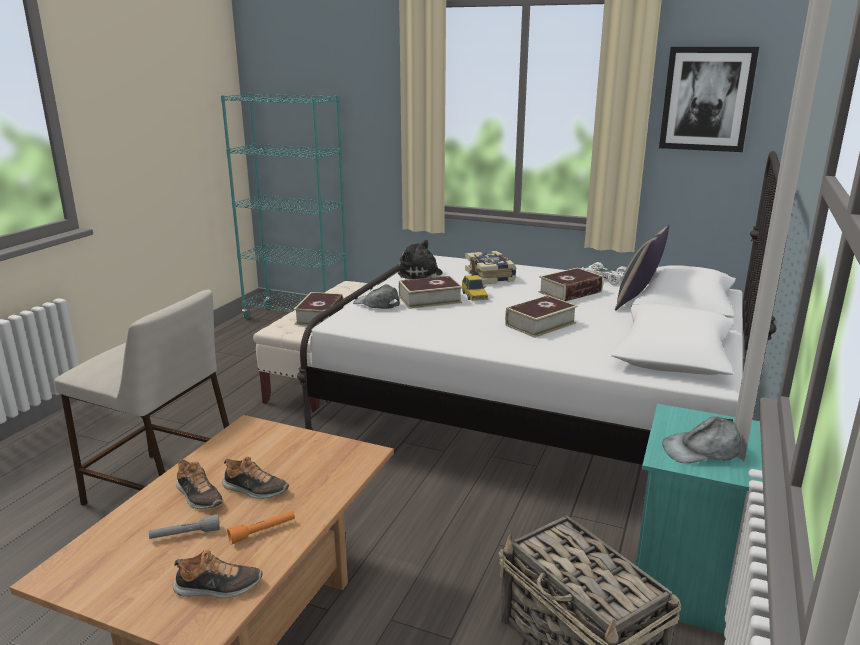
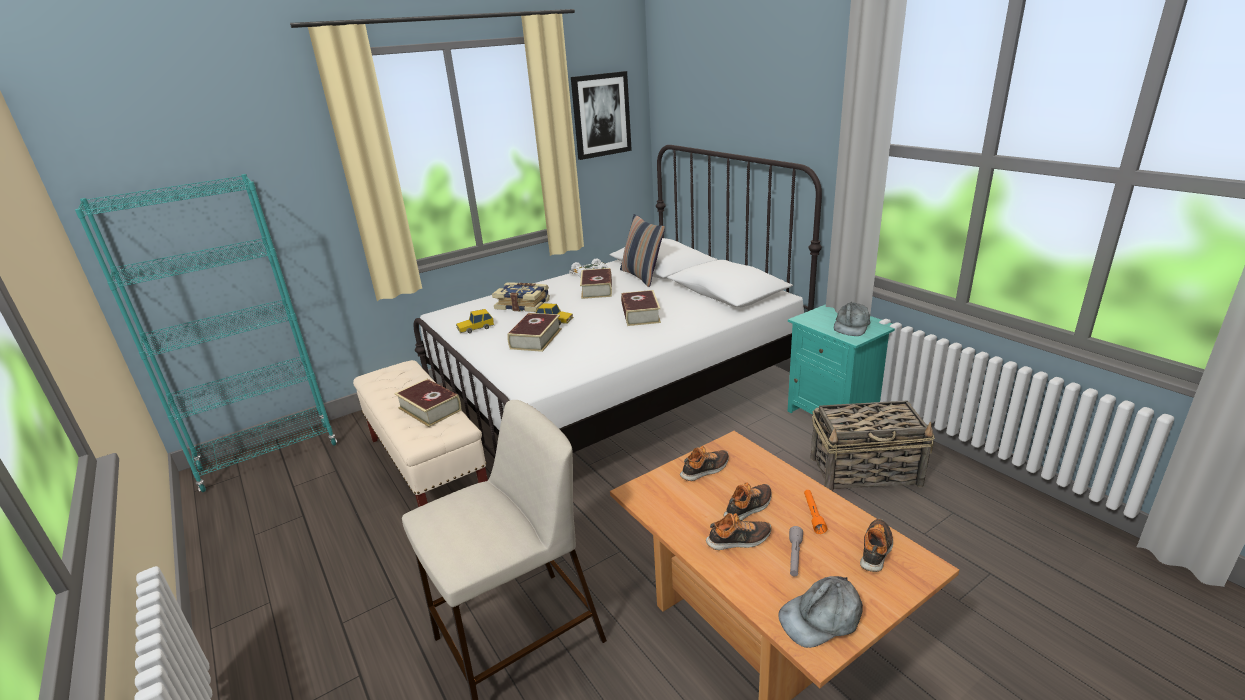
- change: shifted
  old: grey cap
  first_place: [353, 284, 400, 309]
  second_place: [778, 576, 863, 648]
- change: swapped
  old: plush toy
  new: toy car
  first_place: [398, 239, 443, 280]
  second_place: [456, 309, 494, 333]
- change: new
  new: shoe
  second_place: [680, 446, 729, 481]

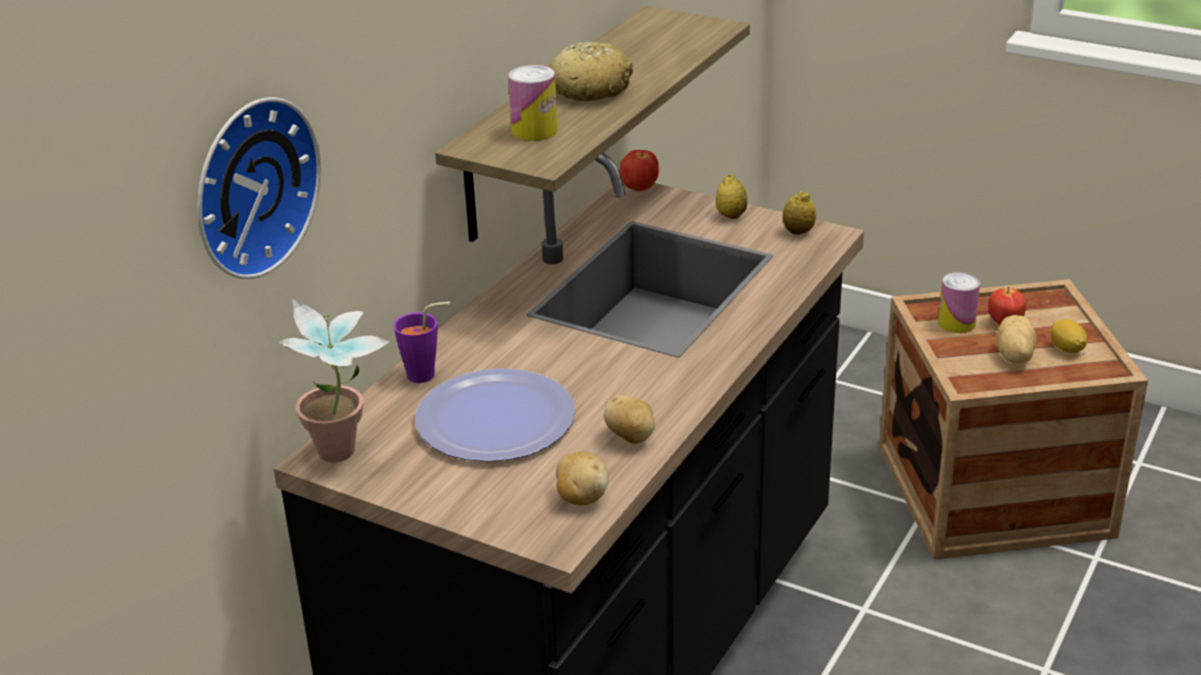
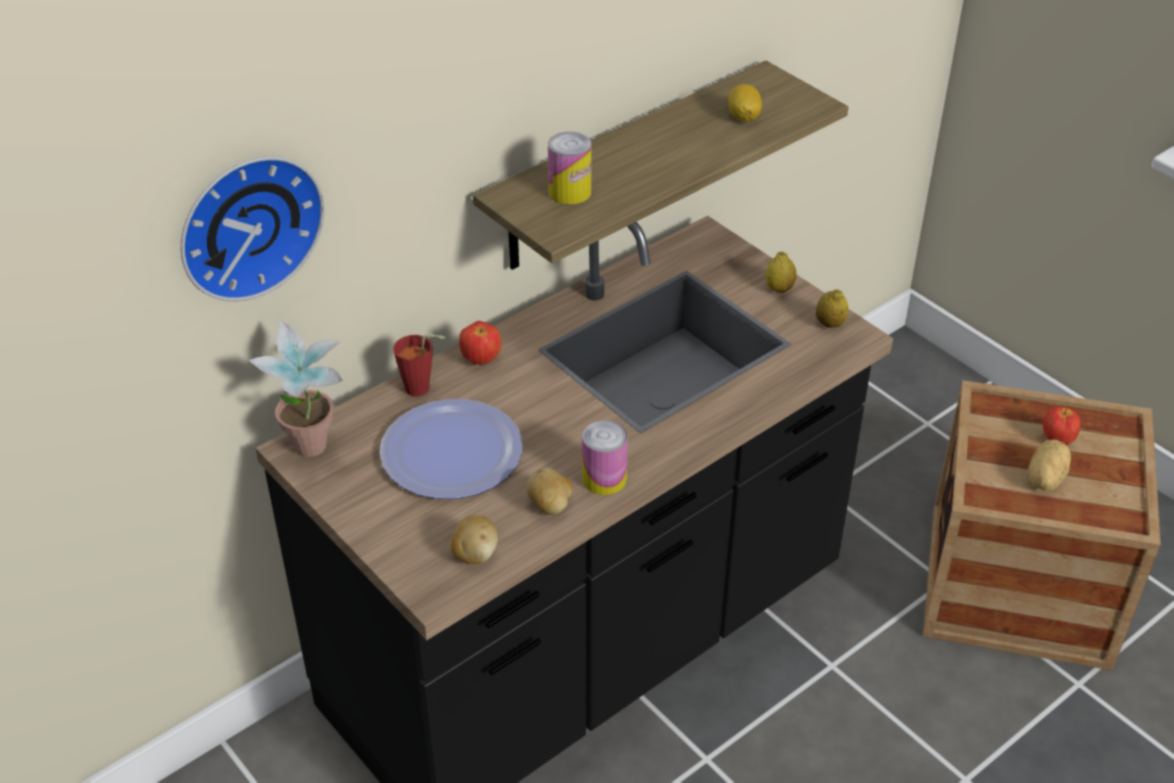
- change: repainted
  old: purple cup
  new: red cup
  first_place: [393, 302, 451, 383]
  second_place: [393, 334, 445, 397]
- change: gone
  old: bread
  first_place: [549, 42, 633, 101]
- change: shifted
  old: apple
  first_place: [620, 150, 660, 192]
  second_place: [459, 321, 502, 365]
- change: shifted
  old: can
  first_place: [938, 272, 980, 333]
  second_place: [582, 420, 628, 495]
- change: shifted
  old: lemon
  first_place: [1051, 319, 1088, 353]
  second_place: [728, 84, 762, 122]

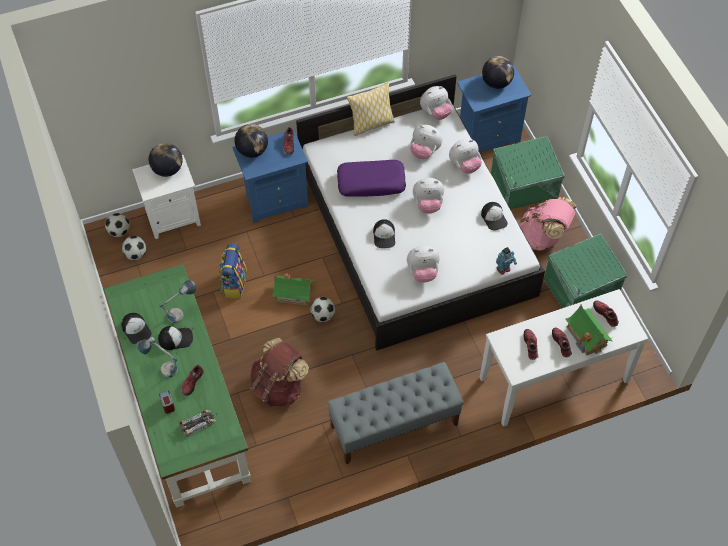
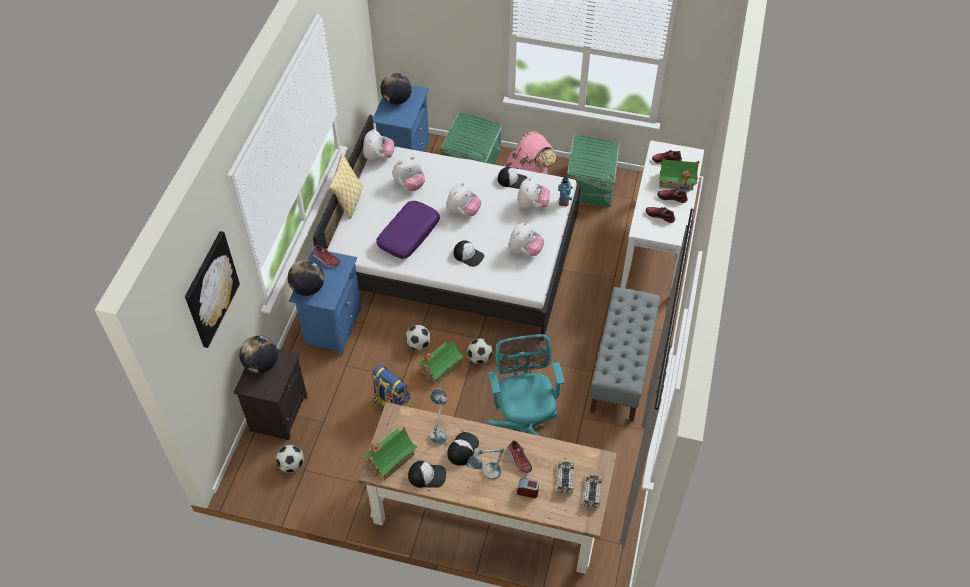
- change: repainted
  old: green desk
  new: brown desk
  first_place: [104, 264, 251, 508]
  second_place: [358, 402, 617, 574]
- change: shifted
  old: football
  first_place: [105, 213, 130, 237]
  second_place: [406, 325, 431, 350]
- change: repainted
  old: white nightstand
  new: black nightstand
  first_place: [132, 155, 201, 239]
  second_place: [233, 349, 308, 440]
- change: swapped
  old: brown backpack
  new: turquoise office chair
  first_place: [249, 338, 309, 407]
  second_place: [487, 334, 564, 436]
- change: shifted
  old: plush toy
  first_place: [449, 139, 482, 174]
  second_place: [517, 177, 550, 210]
- change: new
  new: picture
  second_place: [185, 231, 240, 348]
- change: new
  new: toy house
  second_place: [362, 427, 417, 480]
- change: new
  new: toy car
  second_place: [583, 474, 602, 508]

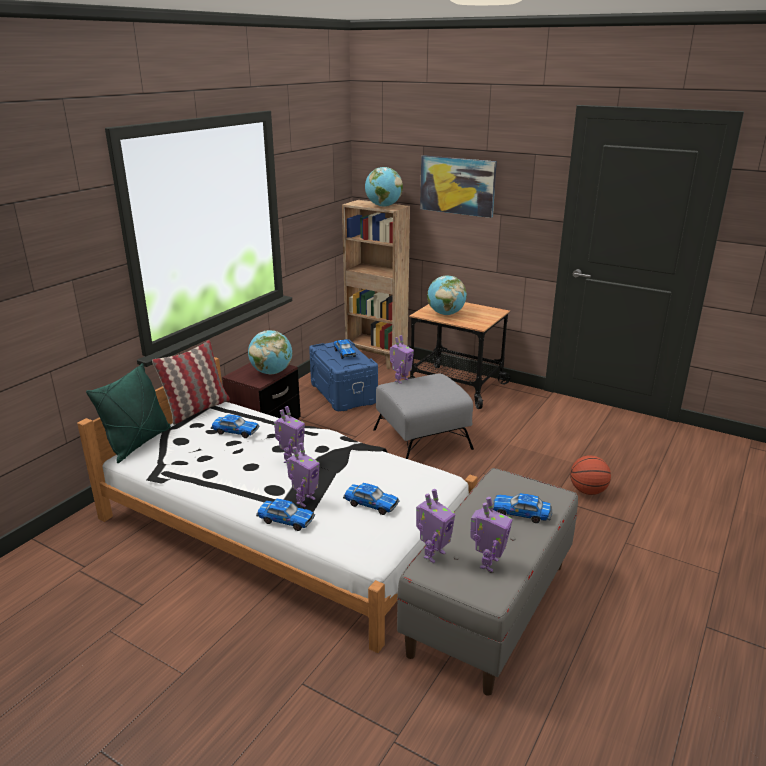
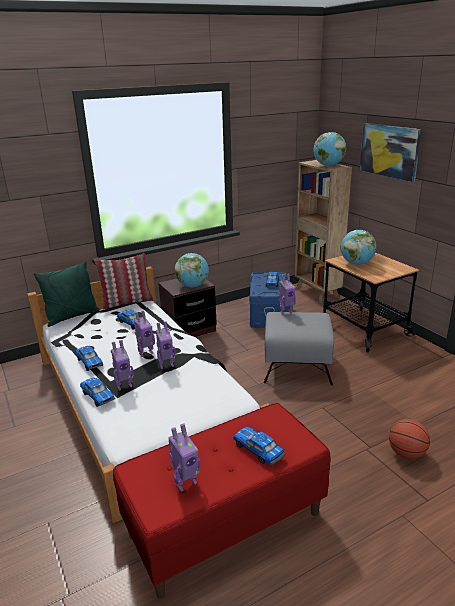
- change: shifted
  old: toy car
  first_place: [343, 483, 400, 515]
  second_place: [75, 346, 103, 371]
- change: repainted
  old: grey bench
  new: red bench
  first_place: [397, 468, 578, 696]
  second_place: [113, 403, 330, 599]
- change: shifted
  old: toy robot
  first_place: [416, 489, 455, 563]
  second_place: [156, 321, 176, 369]

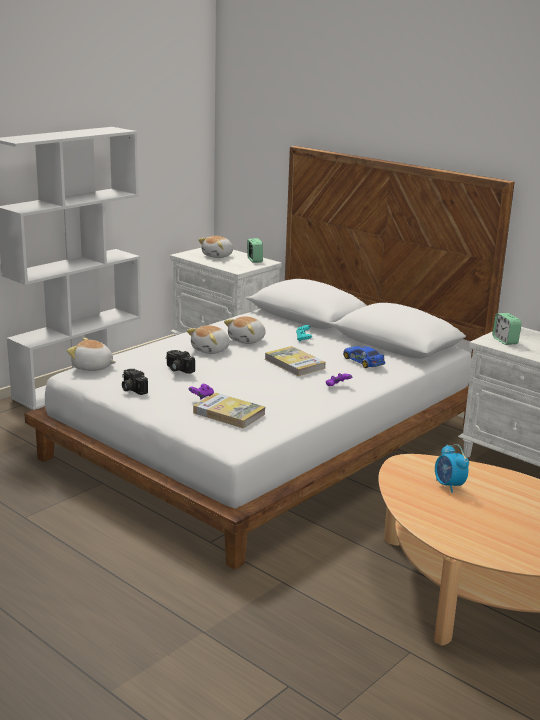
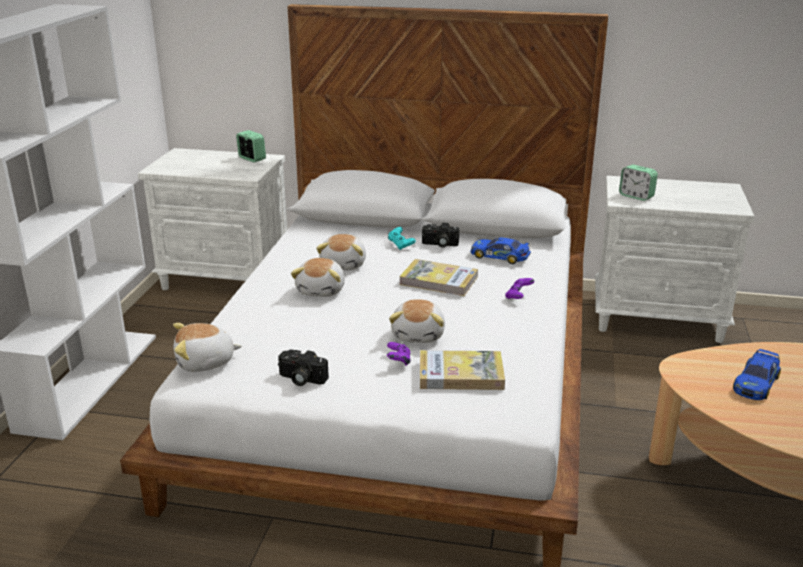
- change: shifted
  old: photo camera
  first_place: [166, 350, 195, 374]
  second_place: [422, 223, 459, 248]
- change: shifted
  old: plush toy
  first_place: [198, 236, 233, 258]
  second_place: [389, 299, 445, 343]
- change: swapped
  old: alarm clock
  new: toy car
  first_place: [435, 444, 469, 493]
  second_place: [733, 349, 781, 400]

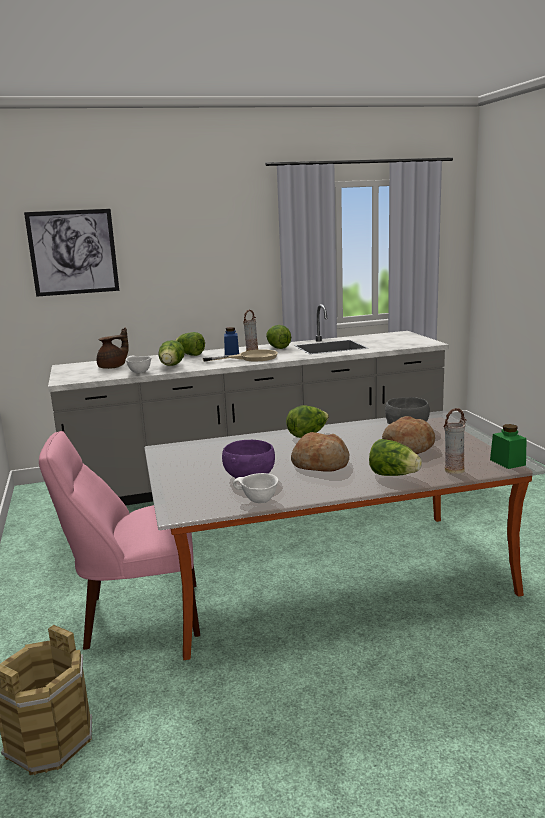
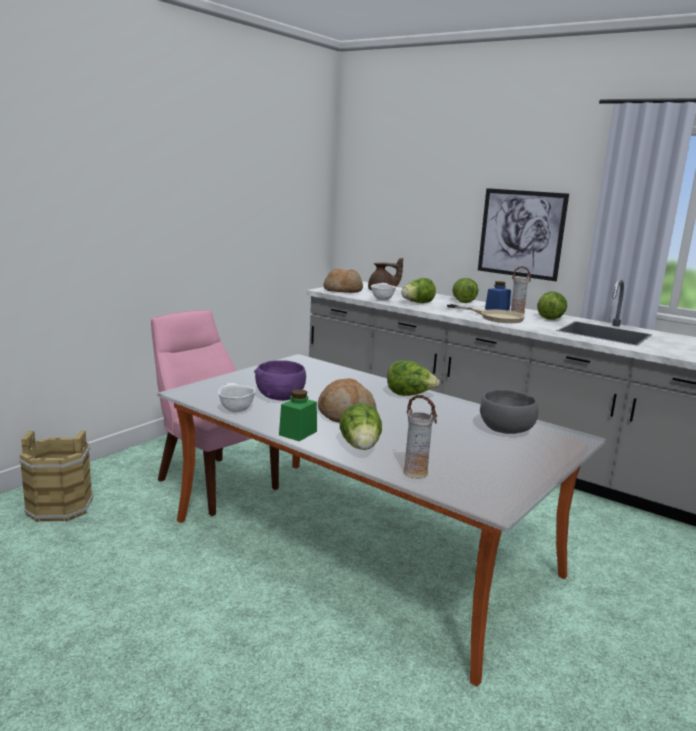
- change: shifted
  old: picture
  first_place: [24, 209, 119, 297]
  second_place: [478, 188, 569, 281]
- change: shifted
  old: bread
  first_place: [382, 416, 435, 454]
  second_place: [323, 268, 363, 293]
- change: shifted
  old: green jar
  first_place: [490, 424, 527, 469]
  second_place: [279, 389, 317, 441]

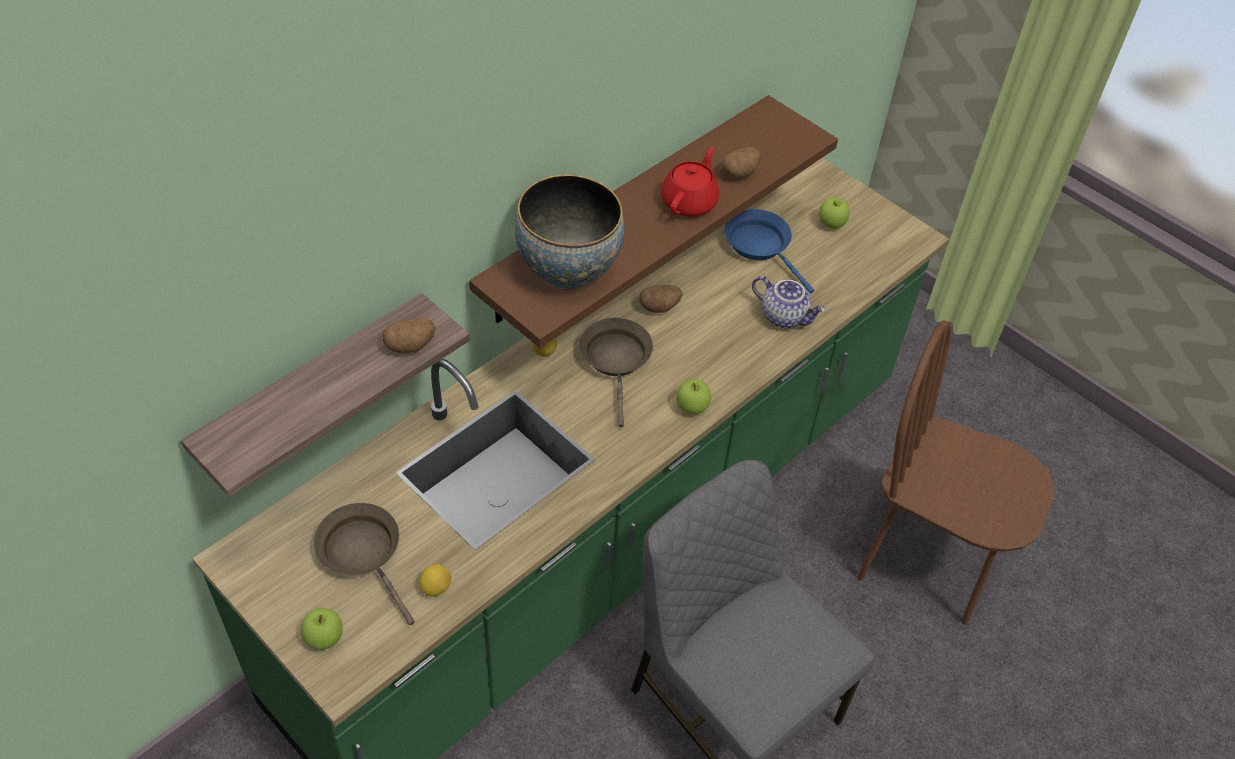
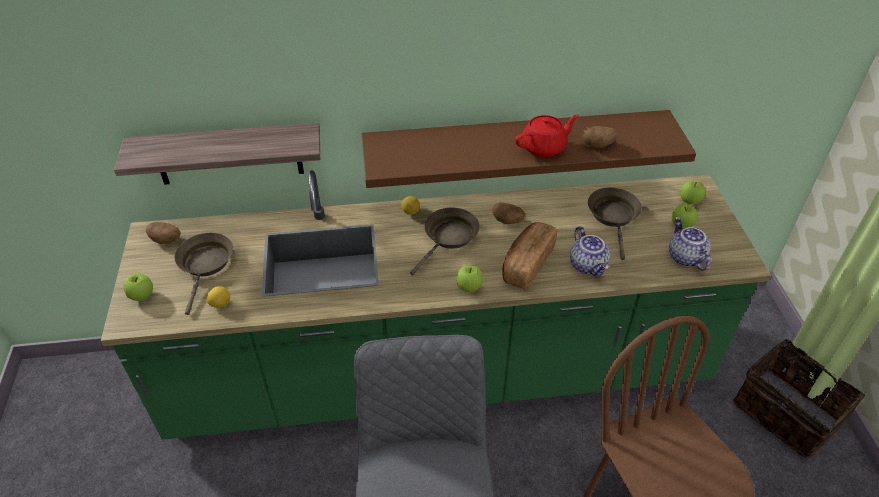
- change: shifted
  old: potato
  first_place: [383, 318, 436, 354]
  second_place: [146, 222, 180, 244]
- change: gone
  old: bowl
  first_place: [515, 175, 625, 290]
- change: repainted
  old: blue frying pan
  new: brown frying pan
  first_place: [724, 209, 814, 293]
  second_place: [588, 187, 642, 260]
- change: new
  new: bread
  second_place: [502, 222, 557, 290]
- change: new
  new: teapot
  second_place: [669, 217, 711, 271]
- change: new
  new: apple
  second_place: [680, 181, 705, 204]
- change: new
  new: basket
  second_place: [733, 339, 865, 458]

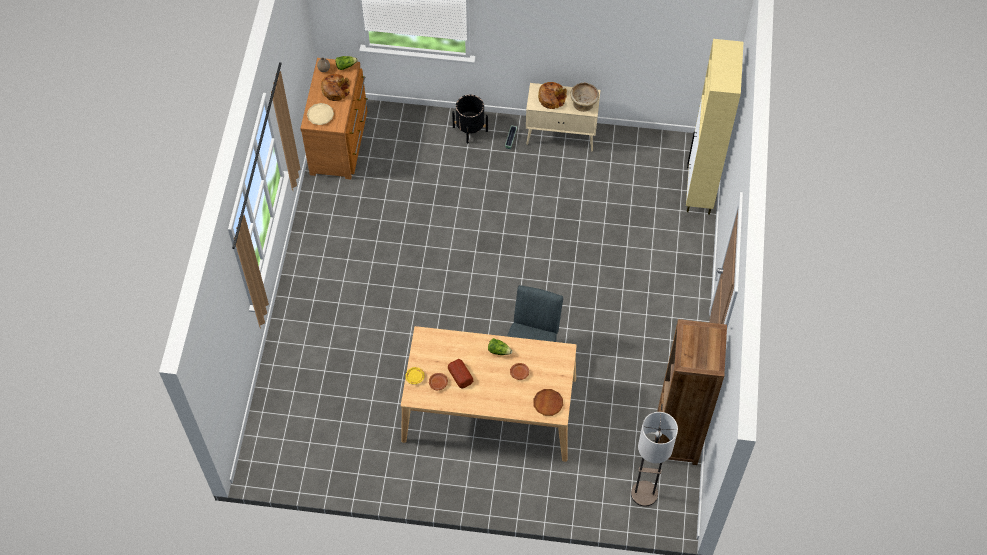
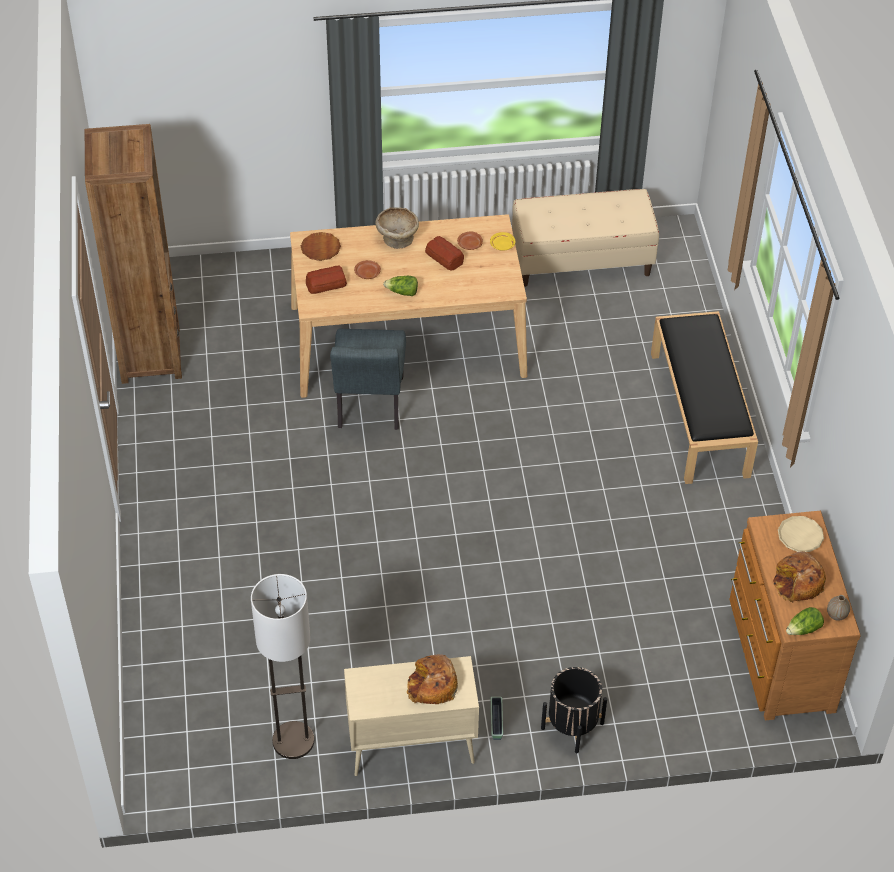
- change: shifted
  old: beige bowl
  first_place: [570, 82, 599, 112]
  second_place: [375, 207, 419, 249]
- change: shifted
  old: floor lamp
  first_place: [631, 412, 678, 507]
  second_place: [251, 574, 314, 759]
- change: gone
  old: beige cabinet
  first_place: [686, 39, 744, 215]
- change: new
  new: bread
  second_place: [306, 266, 347, 294]
- change: new
  new: beige bench
  second_place: [512, 189, 659, 287]
- change: new
  new: black bench
  second_place: [651, 311, 758, 484]

